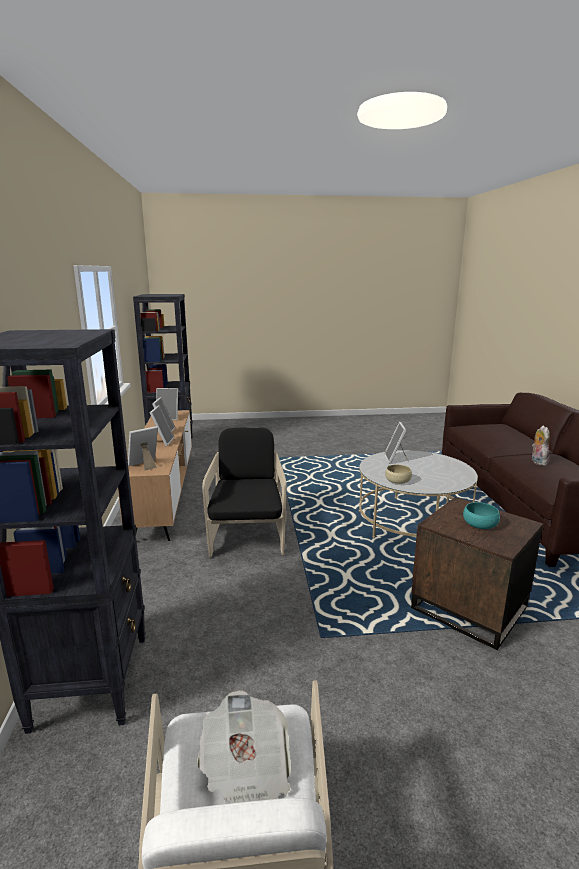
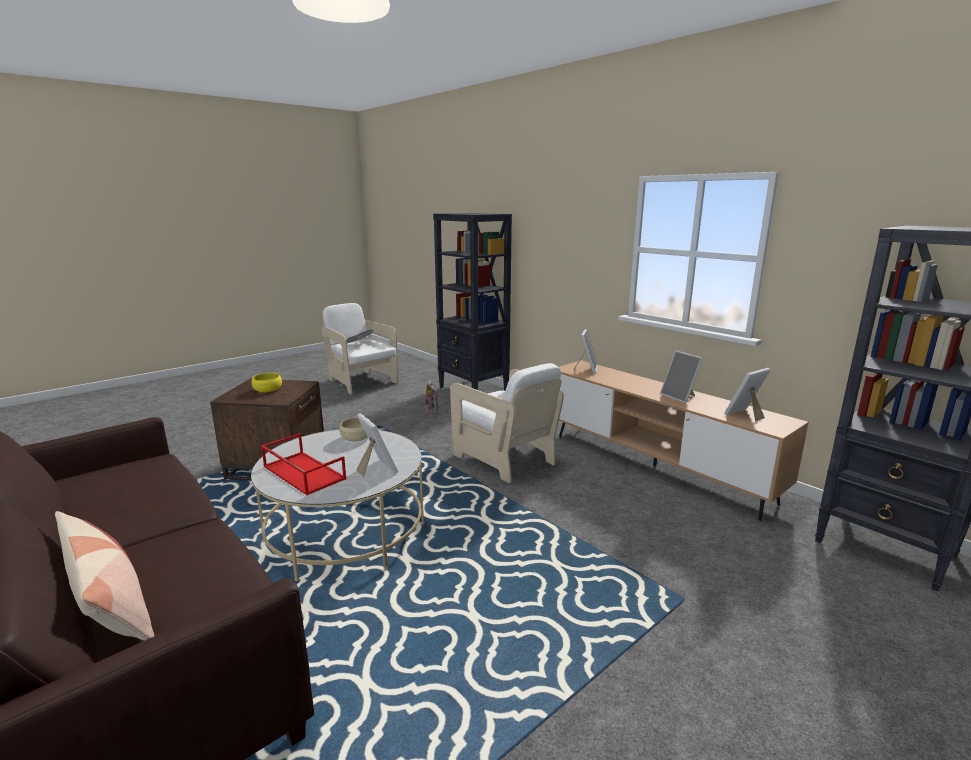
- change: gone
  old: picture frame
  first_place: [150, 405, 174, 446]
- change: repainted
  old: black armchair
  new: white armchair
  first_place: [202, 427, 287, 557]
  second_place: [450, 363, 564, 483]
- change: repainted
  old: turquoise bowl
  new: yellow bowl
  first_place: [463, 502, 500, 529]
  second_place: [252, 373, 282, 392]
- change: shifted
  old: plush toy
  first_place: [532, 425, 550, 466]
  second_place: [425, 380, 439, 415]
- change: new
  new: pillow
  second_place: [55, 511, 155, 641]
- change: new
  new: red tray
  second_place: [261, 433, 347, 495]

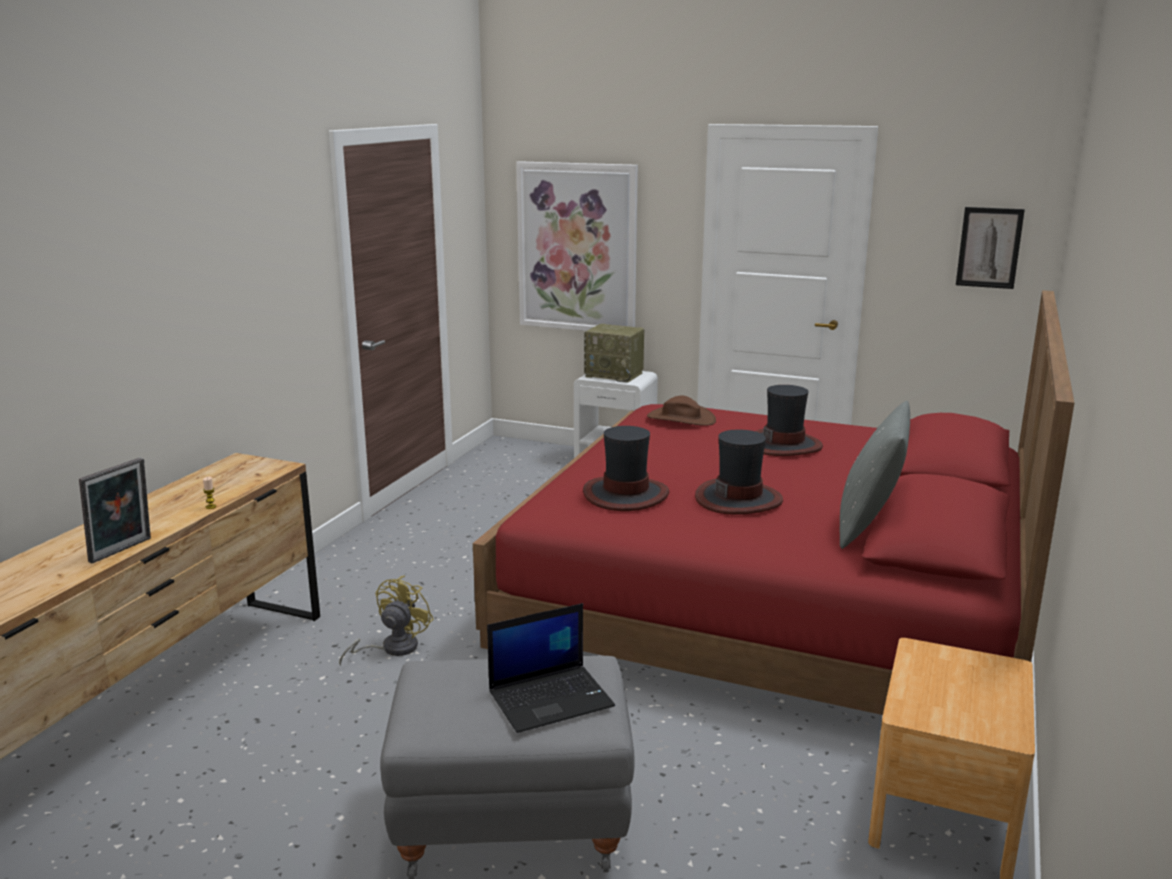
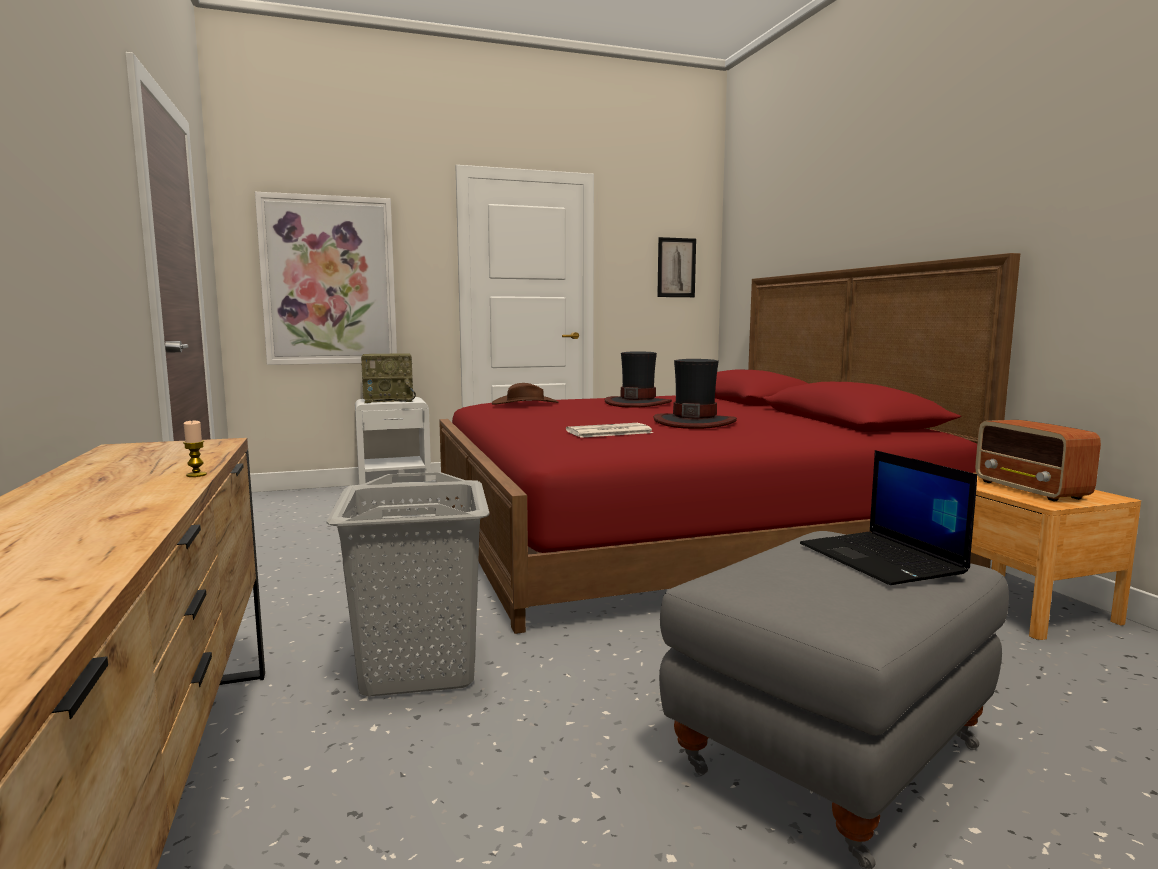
- change: gone
  old: picture frame
  first_place: [79, 458, 151, 564]
- change: swapped
  old: yellow fan
  new: grey laundry basket
  first_place: [339, 575, 434, 666]
  second_place: [326, 472, 489, 697]
- change: rotated
  old: laptop
  first_place: [487, 603, 615, 733]
  second_place: [800, 450, 977, 585]
  degrees: 135
- change: swapped
  old: hat
  new: newspaper
  first_place: [583, 426, 669, 511]
  second_place: [566, 423, 653, 438]
- change: gone
  old: grey pillow
  first_place: [840, 401, 910, 549]
- change: new
  new: radio
  second_place: [975, 420, 1101, 501]

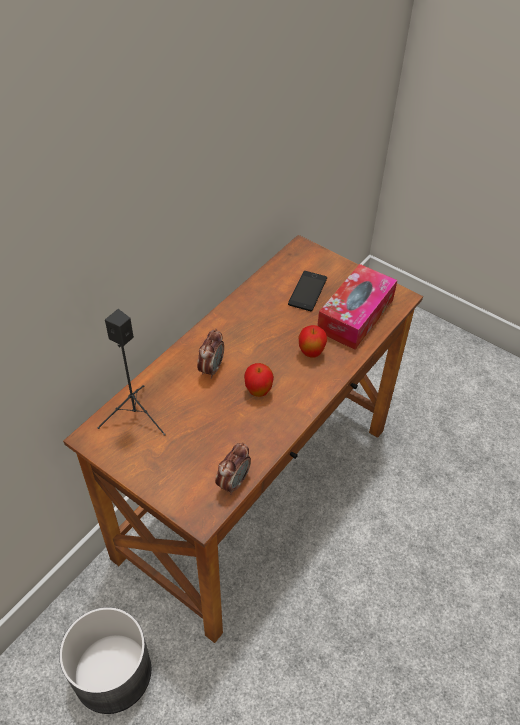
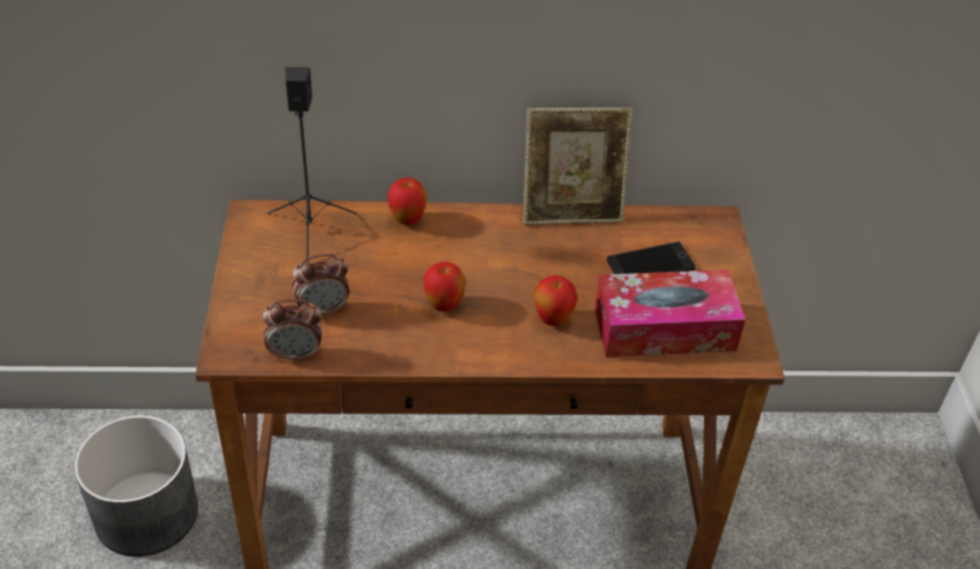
- change: shifted
  old: alarm clock
  first_place: [197, 328, 224, 379]
  second_place: [292, 254, 349, 315]
- change: new
  new: apple
  second_place: [388, 178, 427, 225]
- change: new
  new: picture frame
  second_place: [523, 107, 632, 225]

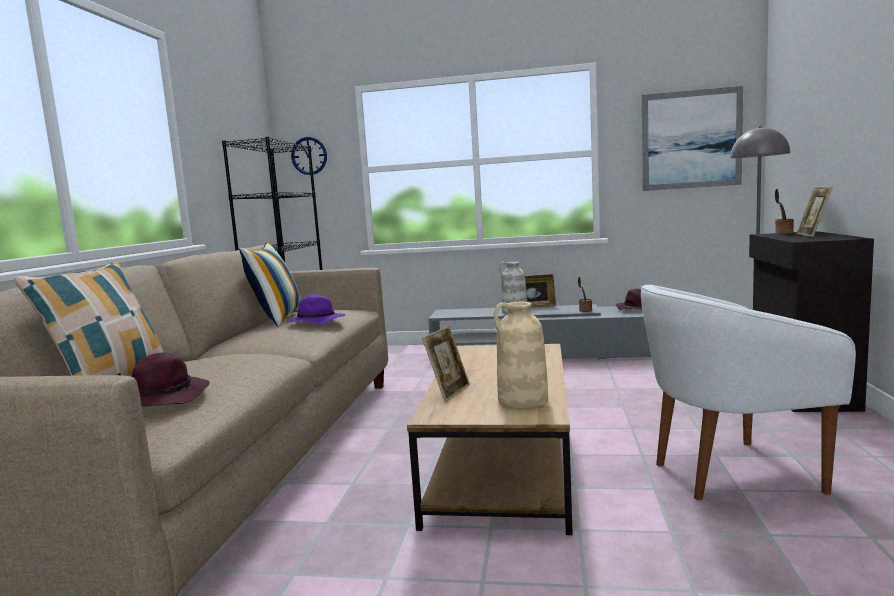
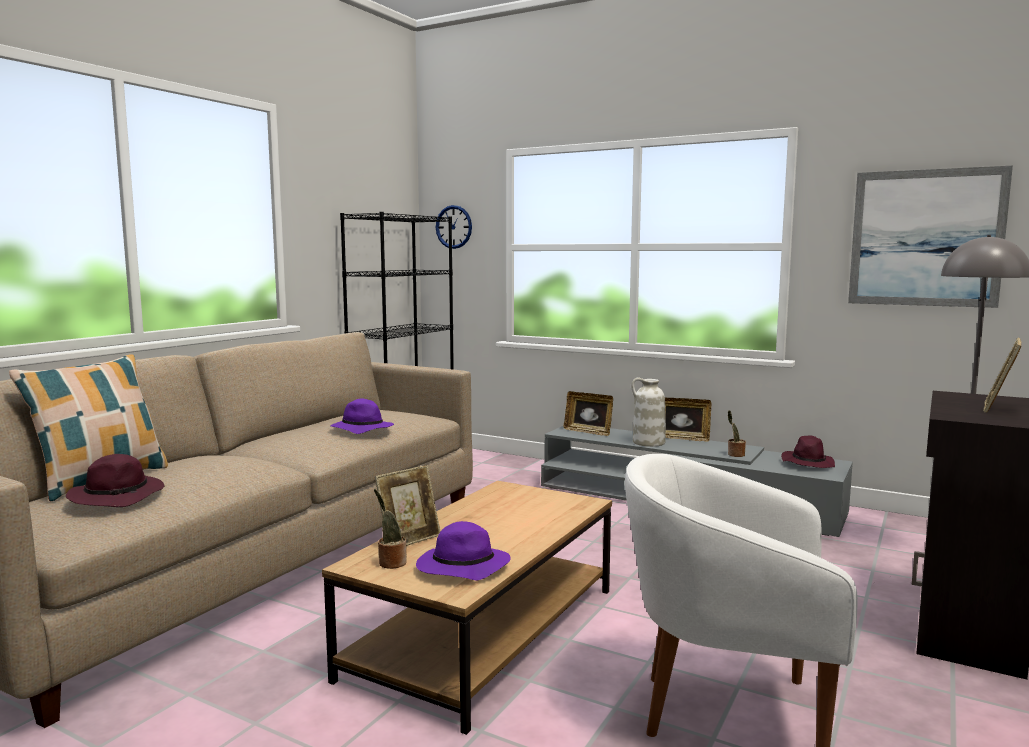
- change: gone
  old: pillow
  first_place: [239, 242, 300, 326]
- change: swapped
  old: beige vase
  new: purple hat
  first_place: [493, 302, 548, 409]
  second_place: [416, 521, 511, 580]
- change: shifted
  old: potted plant
  first_place: [775, 189, 794, 234]
  second_place: [374, 489, 407, 569]
- change: new
  new: picture frame
  second_place: [564, 391, 613, 436]

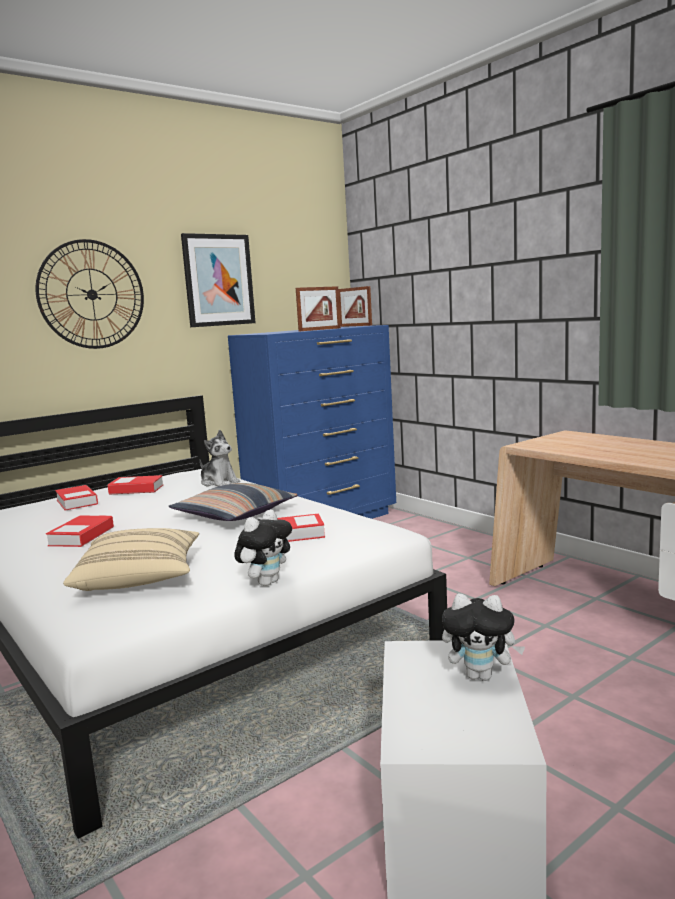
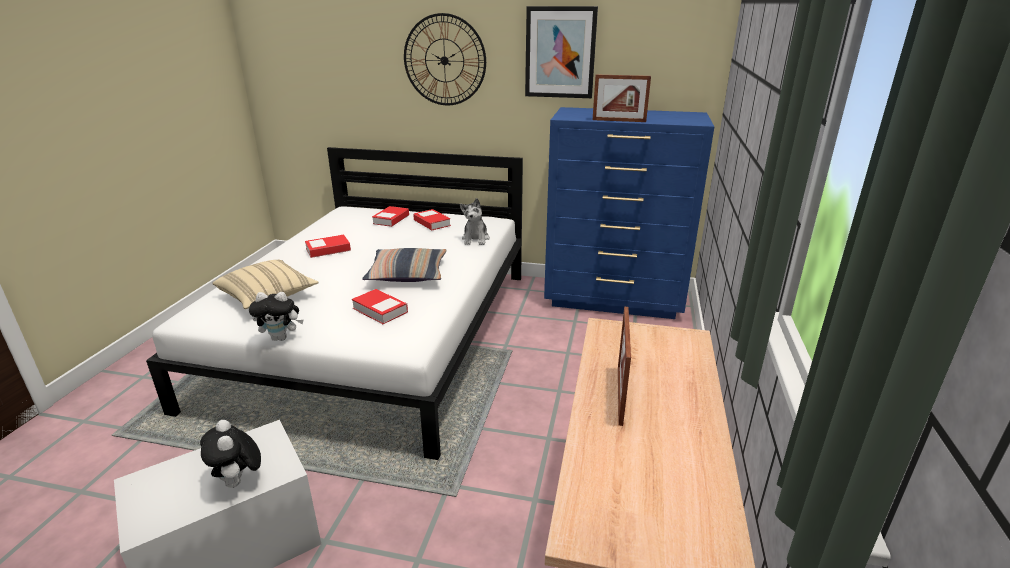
- change: shifted
  old: picture frame
  first_place: [338, 286, 372, 327]
  second_place: [618, 307, 631, 426]

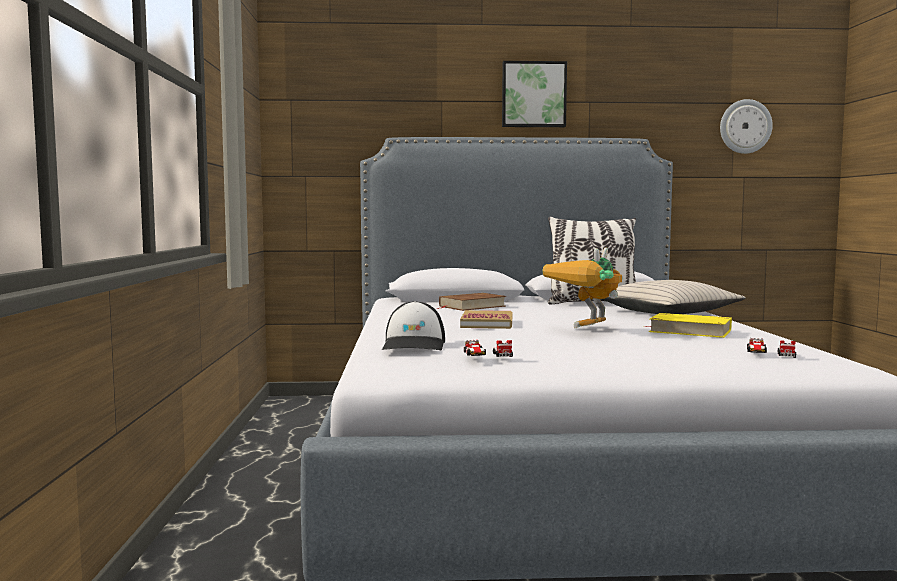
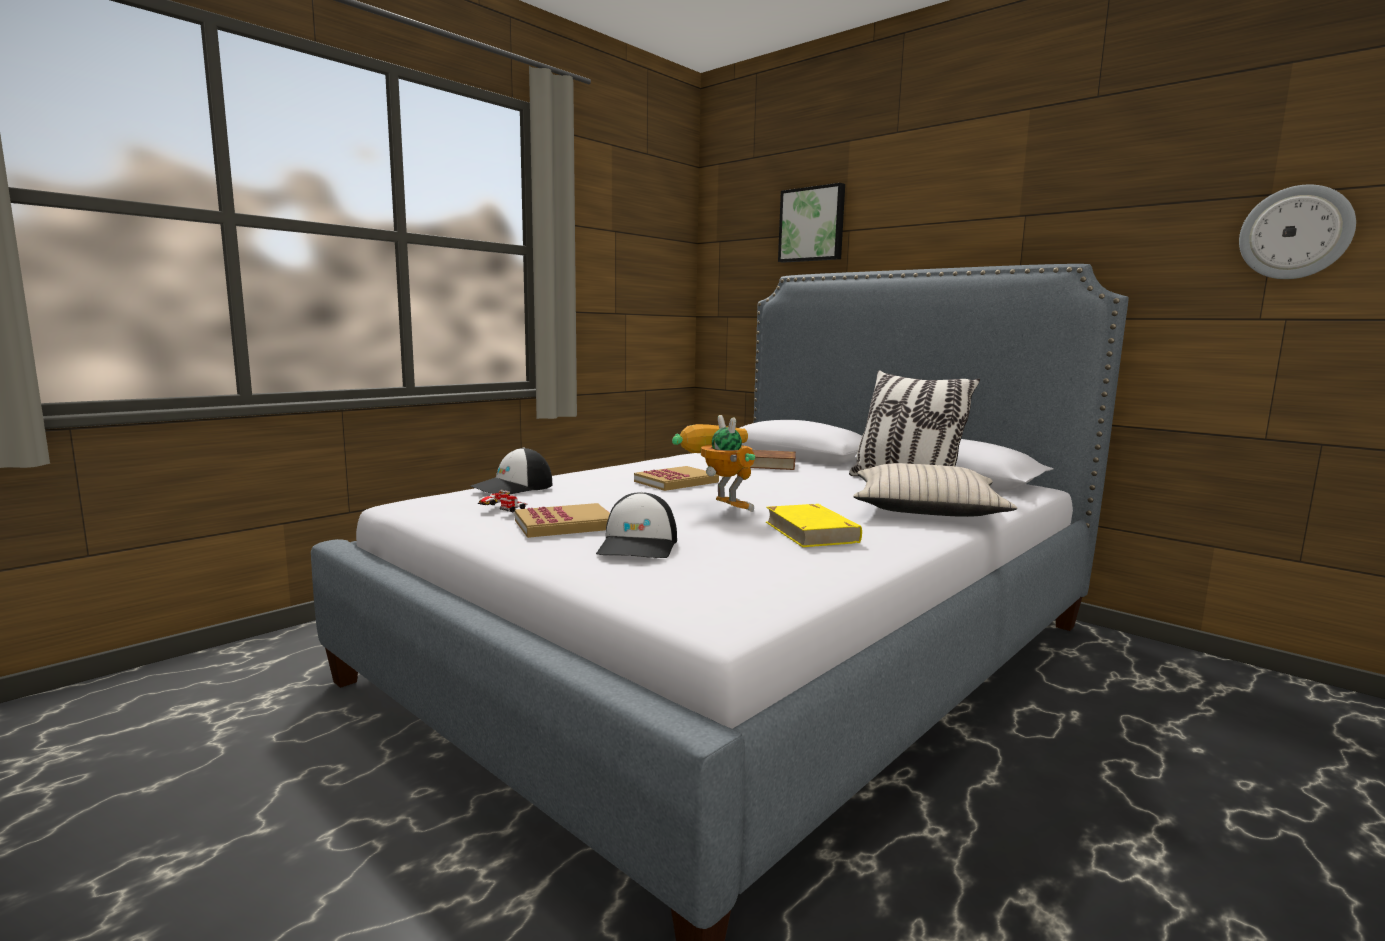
- change: shifted
  old: picture
  first_place: [502, 61, 567, 127]
  second_place: [778, 183, 845, 263]
- change: rotated
  old: toy robot
  first_place: [542, 248, 623, 329]
  second_place: [672, 415, 755, 512]
  degrees: 60
- change: gone
  old: toy car
  first_place: [747, 338, 796, 358]
- change: new
  new: book
  second_place: [515, 503, 610, 538]
- change: new
  new: cap
  second_place: [596, 492, 677, 558]

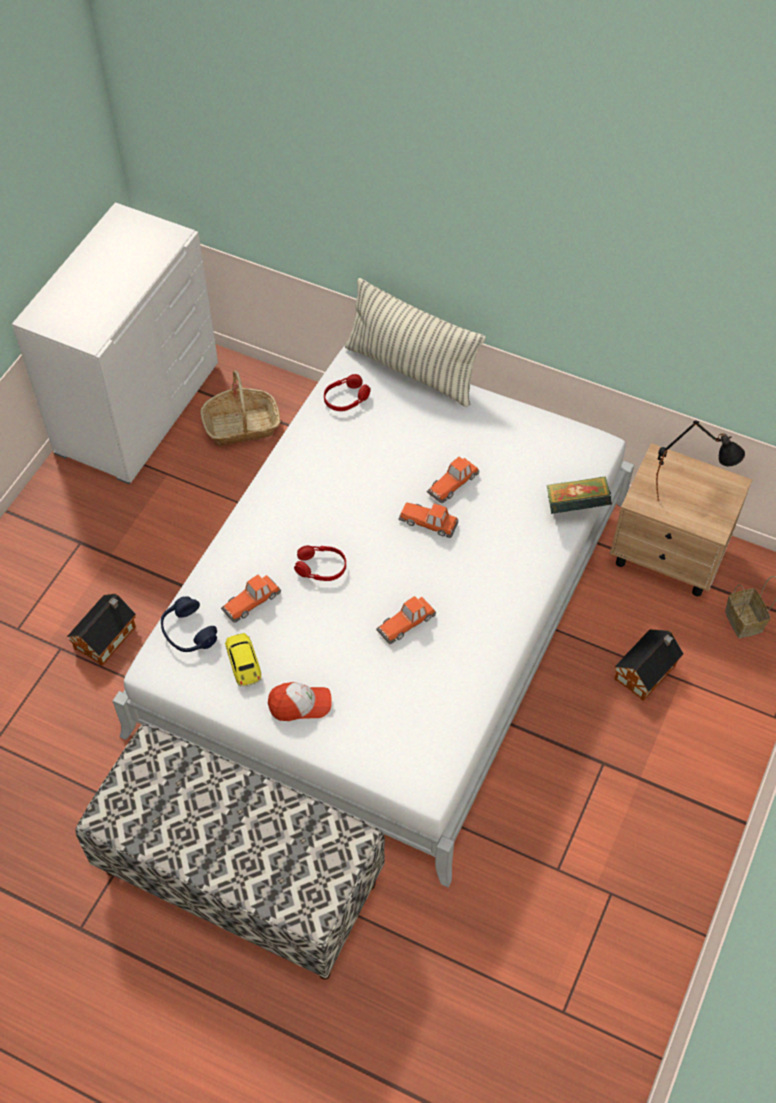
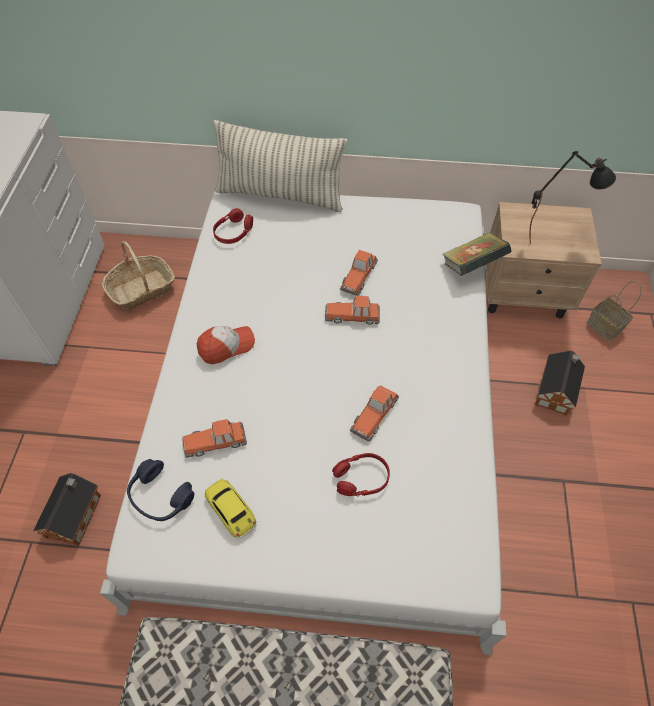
- change: rotated
  old: toy car
  first_place: [221, 574, 281, 623]
  second_place: [182, 419, 247, 458]
  degrees: 45
- change: shifted
  old: cap
  first_place: [268, 682, 332, 721]
  second_place: [197, 326, 255, 364]
- change: shifted
  old: red headphones
  first_place: [294, 545, 346, 581]
  second_place: [332, 453, 390, 496]

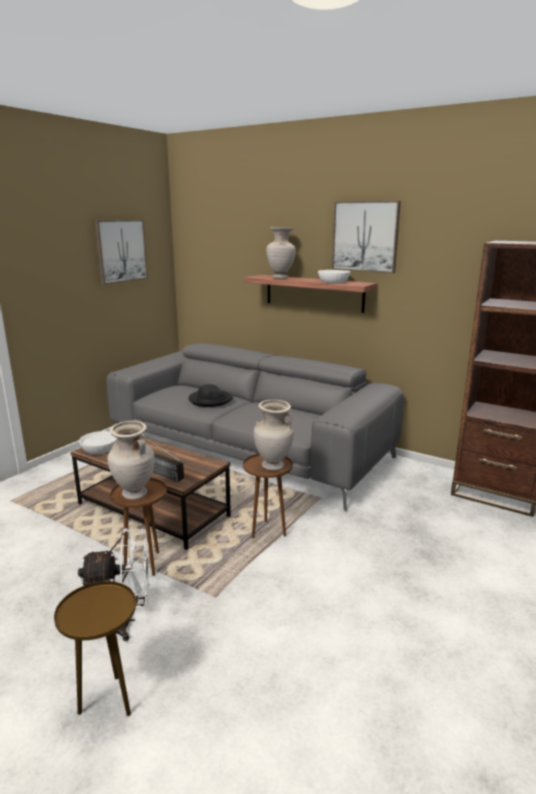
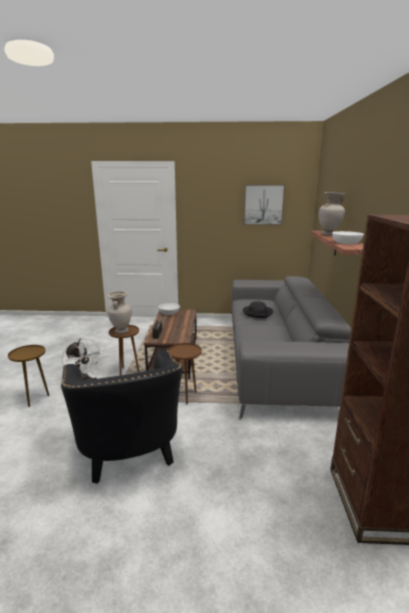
- change: gone
  old: beige vase
  first_place: [253, 400, 294, 471]
- change: gone
  old: picture
  first_place: [332, 201, 401, 273]
- change: new
  new: black armchair
  second_place: [61, 349, 183, 484]

